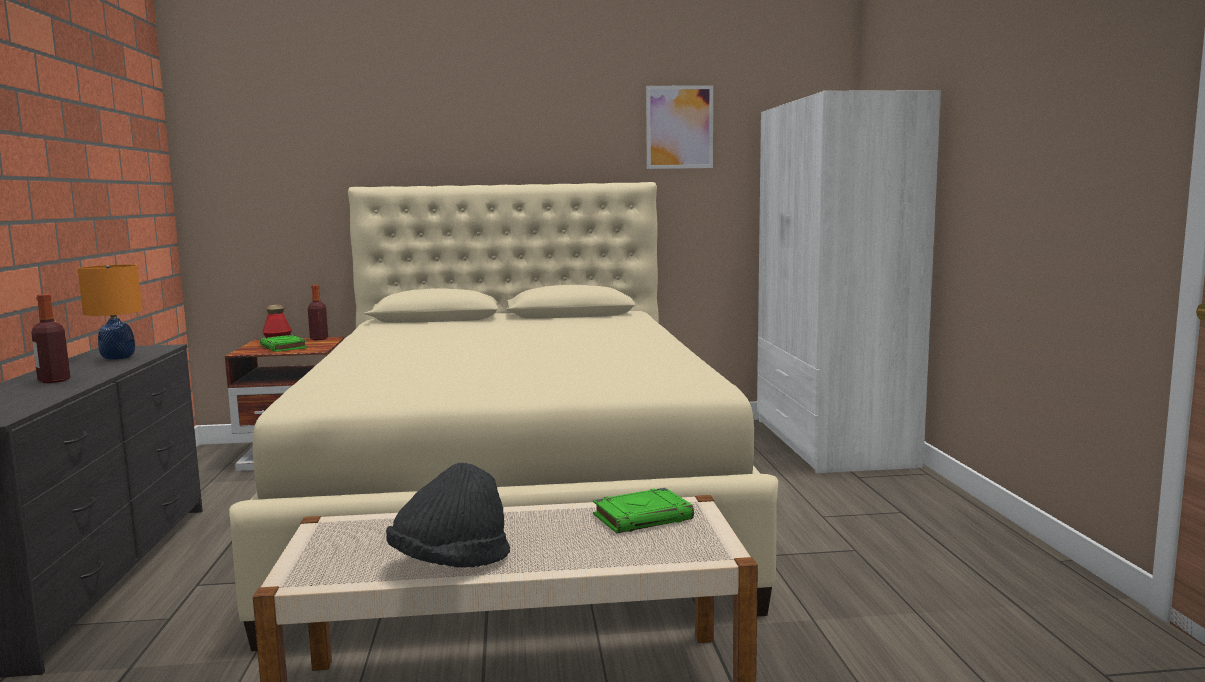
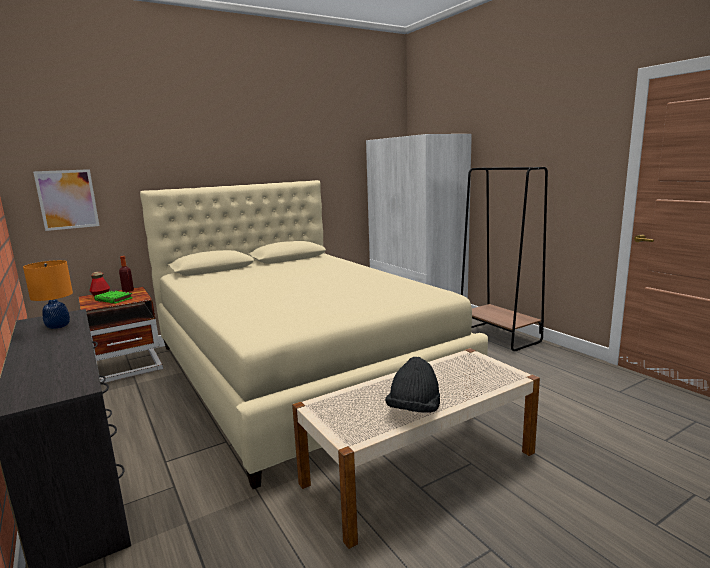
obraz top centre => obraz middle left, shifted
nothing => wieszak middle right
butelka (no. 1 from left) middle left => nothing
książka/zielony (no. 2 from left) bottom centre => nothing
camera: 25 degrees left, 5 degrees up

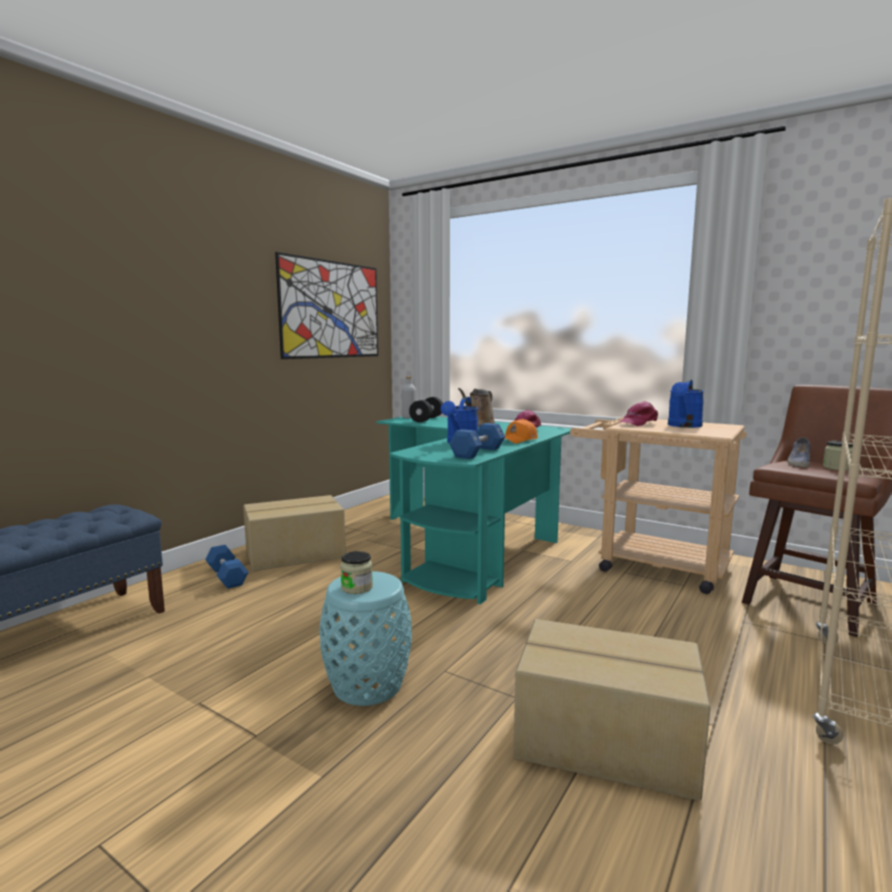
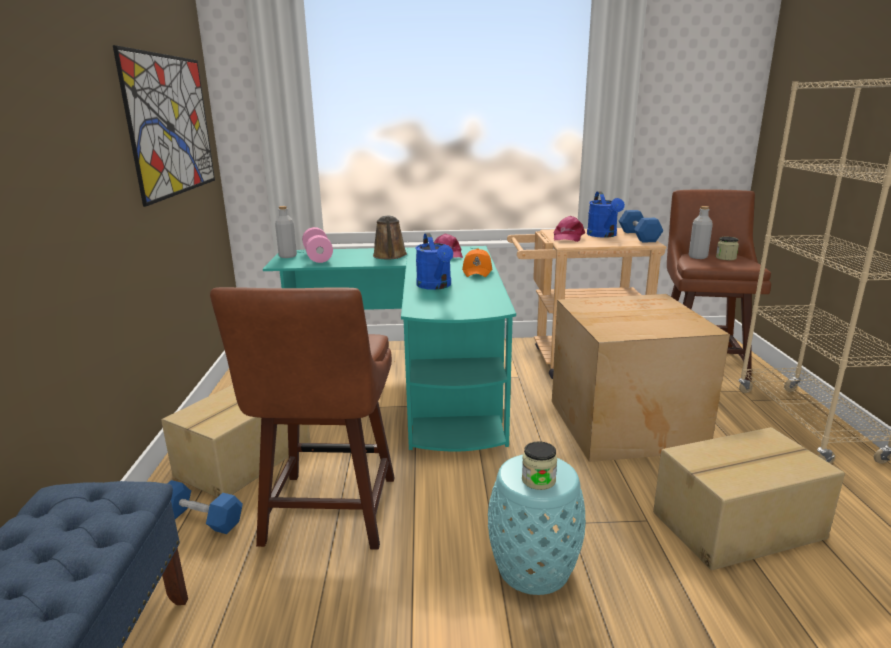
nothing => stołek/brązowy (no. 1 from left) centre
hantel/czarny centre => hantel/różowy centre
nothing => karton (no. 2 from left) middle right
hantel/niebieski (no. 2 from left) centre => hantel/niebieski (no. 2 from left) middle right, shifted
but middle right => butelka/szary (no. 2 from left) middle right
camera: 35 degrees left, 10 degrees up

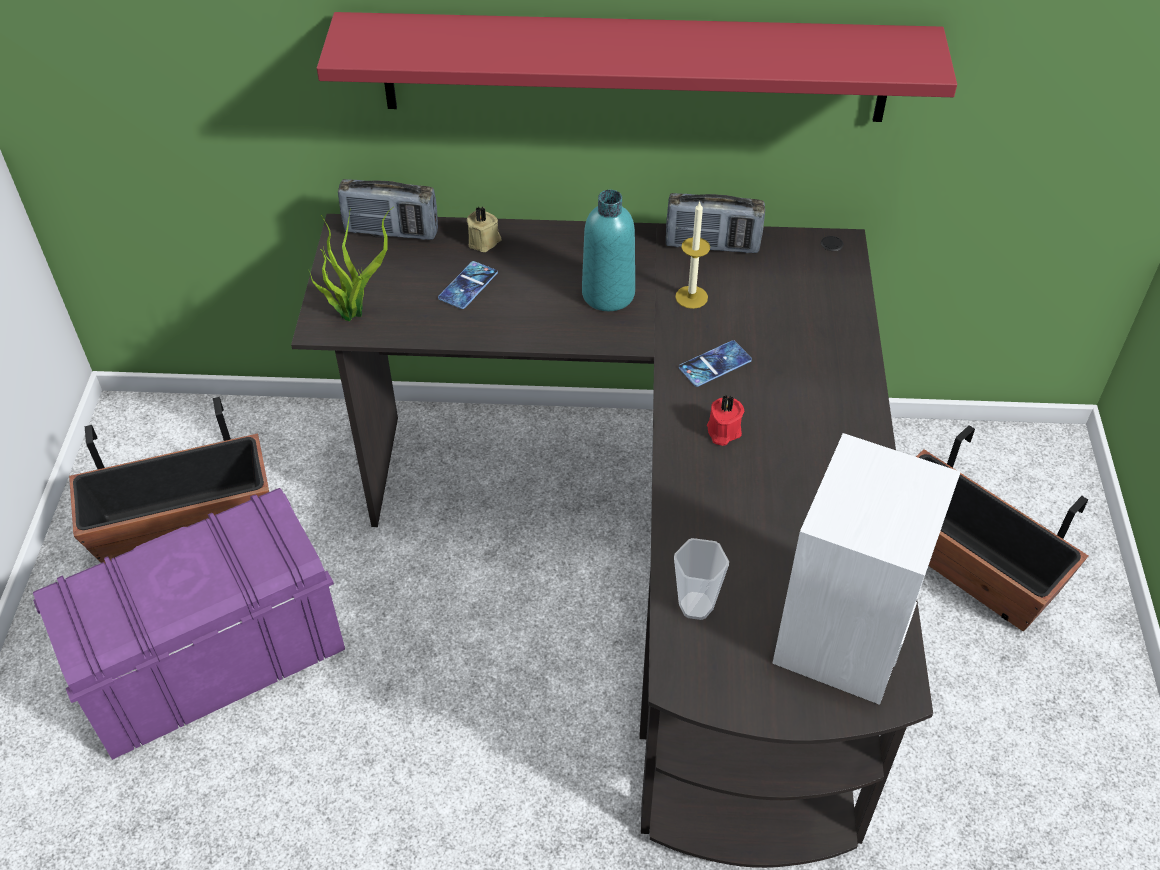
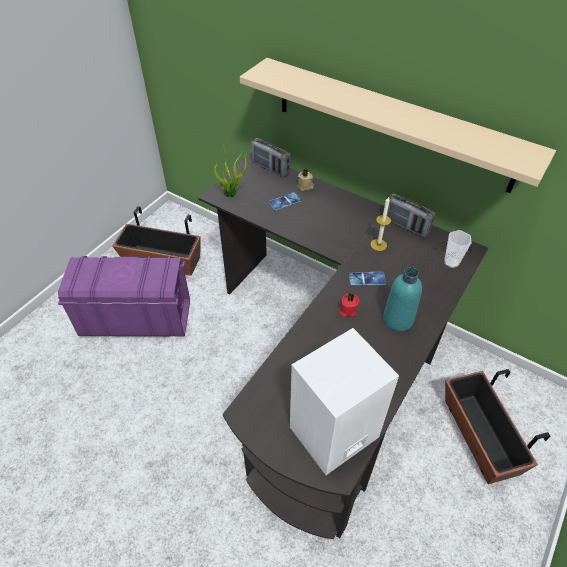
półka/czerwony top centre => półka/beżowy top right
butelka/turkusowy top centre => butelka/turkusowy middle right, shifted
filiżanka centre => filiżanka middle right, shifted
camera: 30 degrees right, 0 degrees up

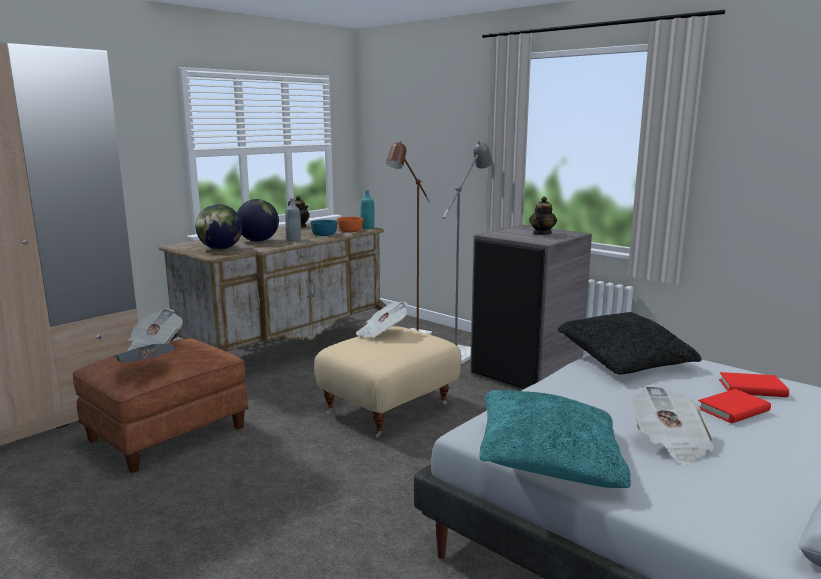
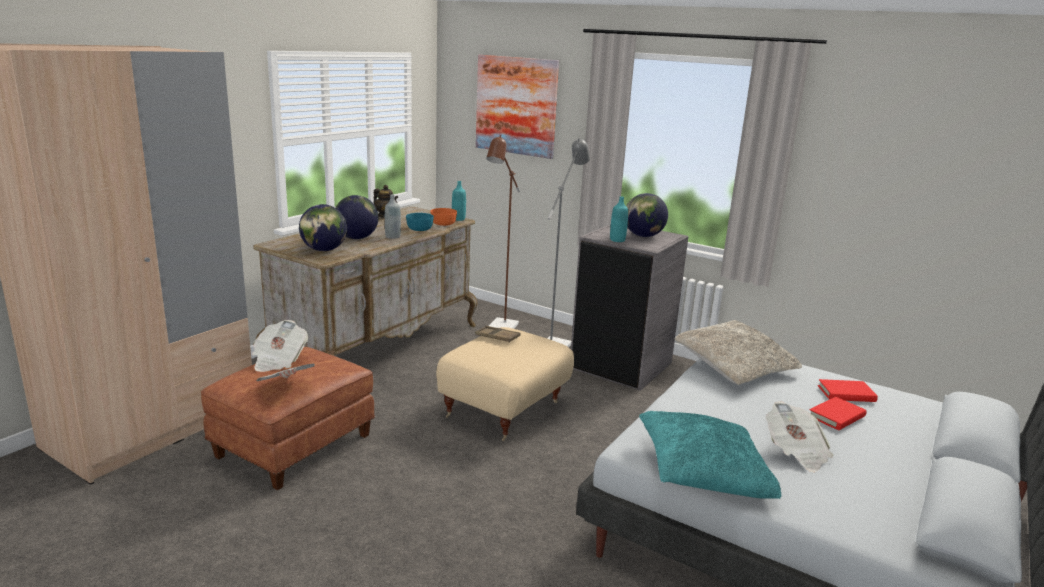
gazeta (no. 3 from left) centre => taca/brązowy centre
nothing => obraz top centre
nothing => butelka/turkusowy (no. 2 from left) centre
imbryk (no. 2 from left) centre => globus (no. 3 from left) centre
poduszka/czarny middle right => poduszka/beżowy middle right
camera: 10 degrees left, 5 degrees up

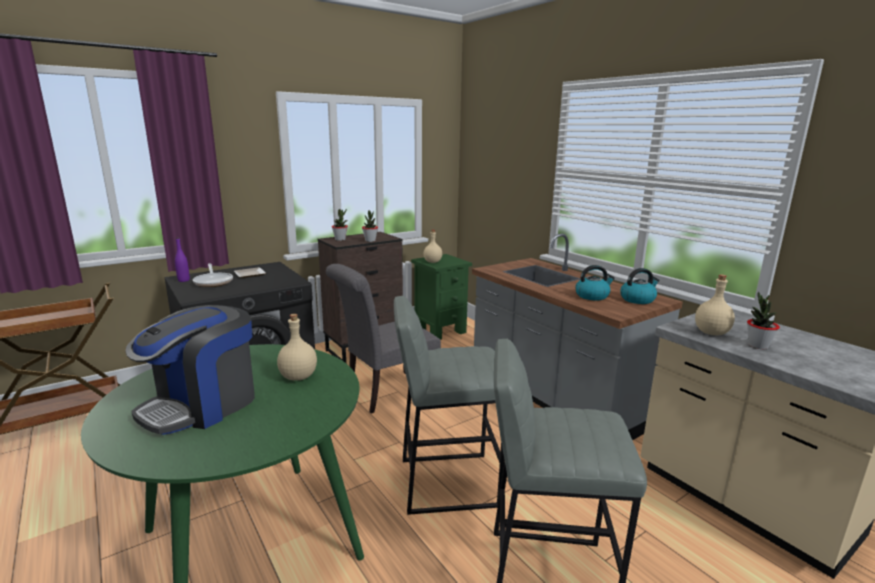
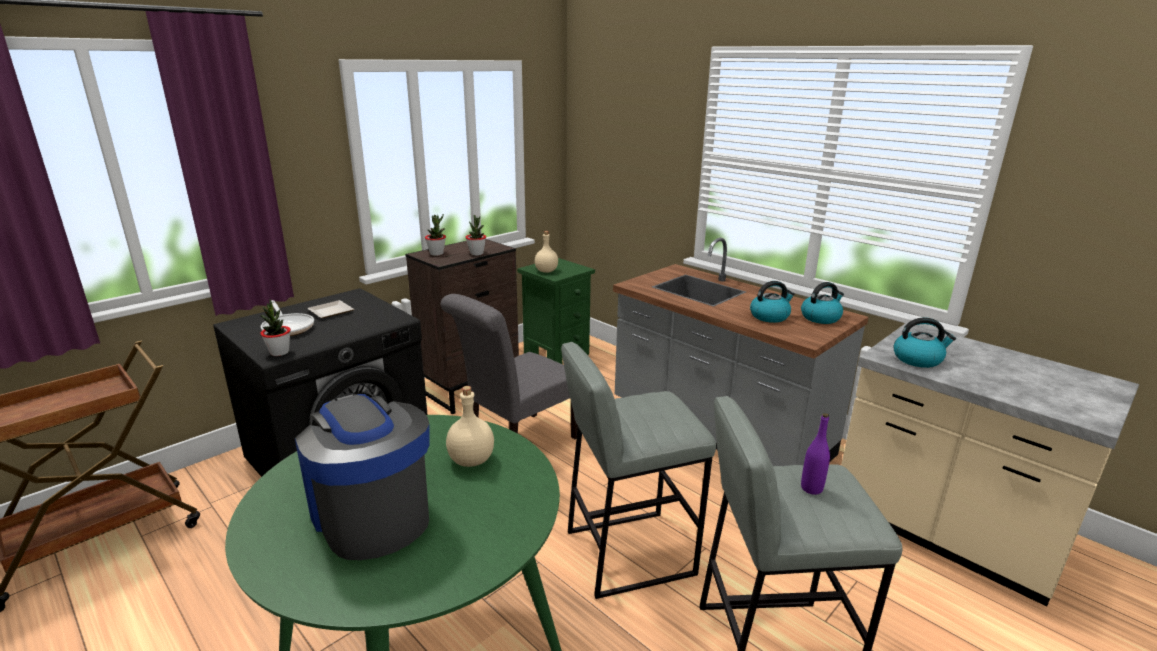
roślina doniczkowa (no. 3 from left in the first image) middle right => roślina doniczkowa (no. 1 from left) middle left, shifted
ekspres do kawy middle left => ekspres do kawy bottom left, 120 degrees clockwise
butelka/fioletowy middle left => butelka/fioletowy bottom right, shifted
butelka/beżowy (no. 3 from left) middle right => czajnik (no. 3 from left) middle right
camera: 10 degrees left, 5 degrees up

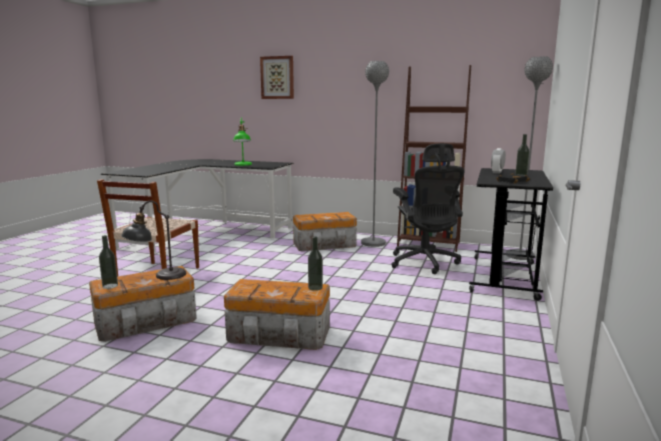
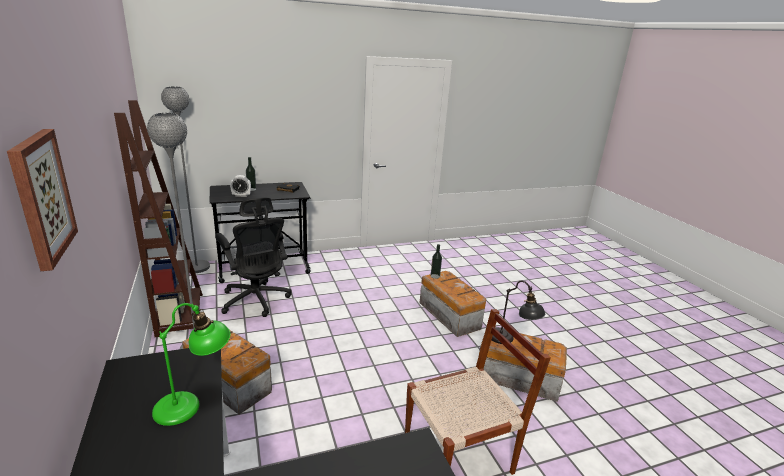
krzesło biurowe centre => krzesło biurowe middle left, 105 degrees clockwise
butelka (no. 1 from left) middle left => nothing
camera: 130 degrees left, 10 degrees up

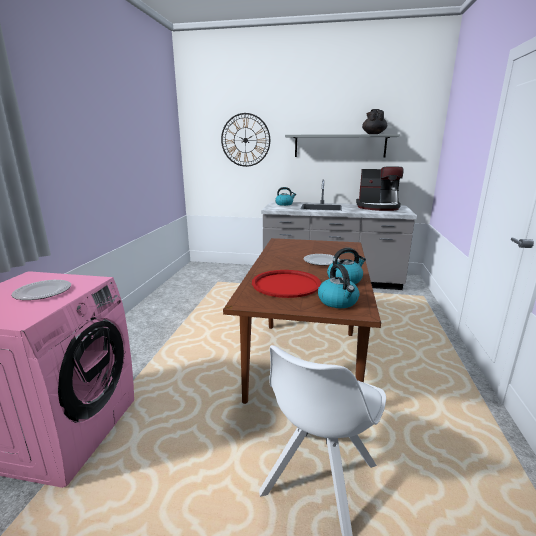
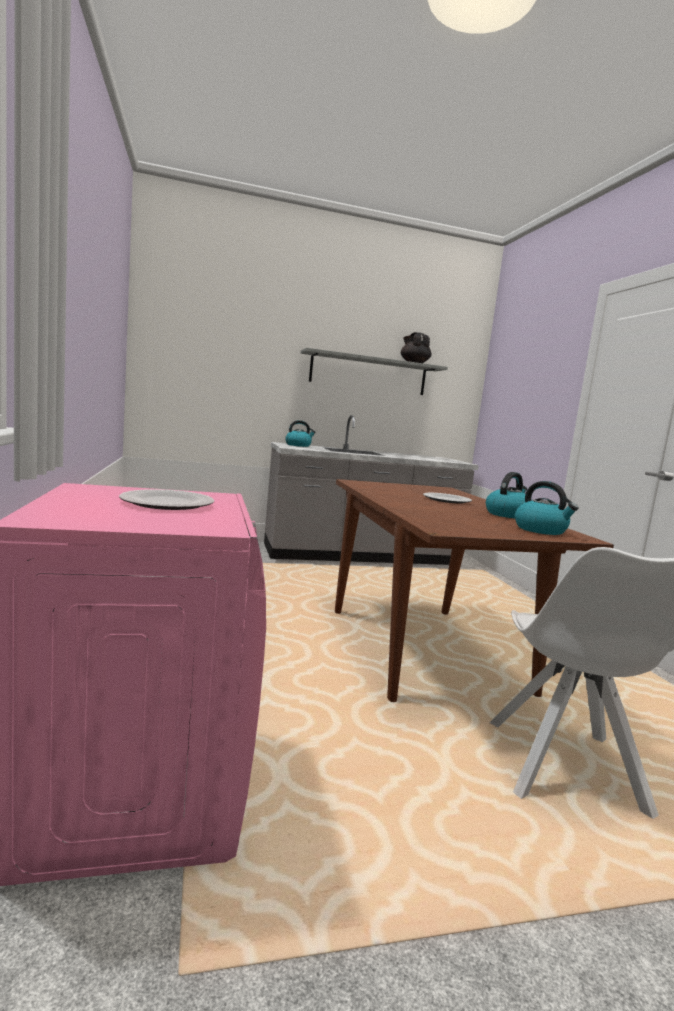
zegar ścienny top centre => nothing
taca/czerwony centre => nothing
ekspres do kawy middle right => nothing
camera: 25 degrees left, 10 degrees down

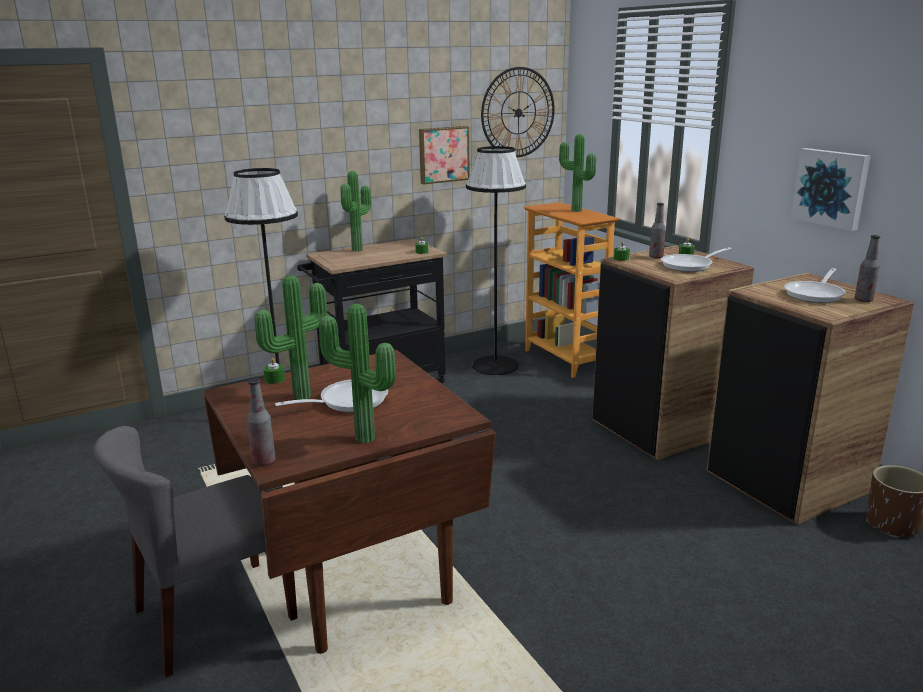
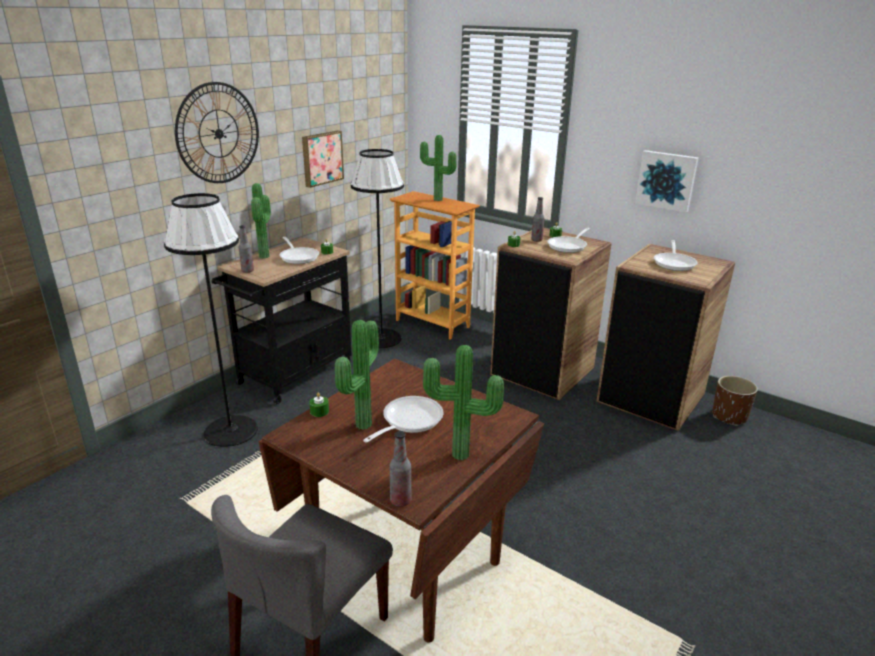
zegar ścienny top centre => zegar ścienny top left, shifted
butelka (no. 3 from left in the first image) middle right => butelka (no. 1 from left) middle left, shifted
nothing => patelnia (no. 1 from left) centre
camera: 25 degrees left, 5 degrees up

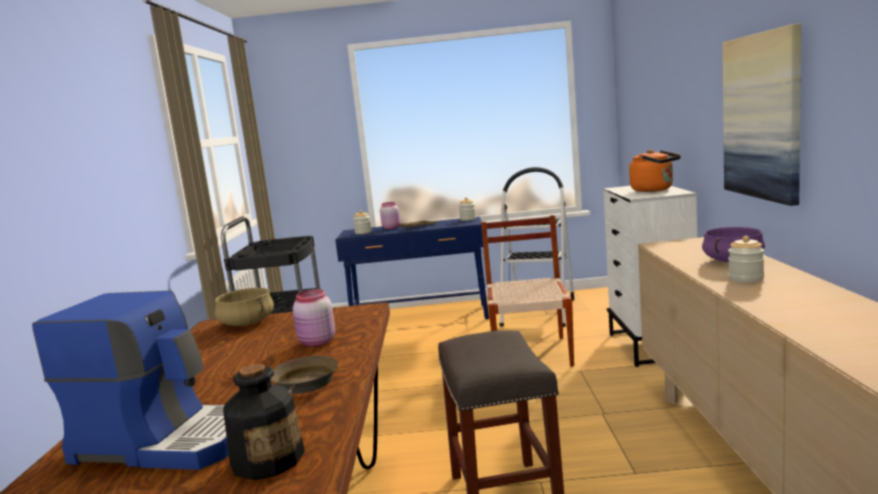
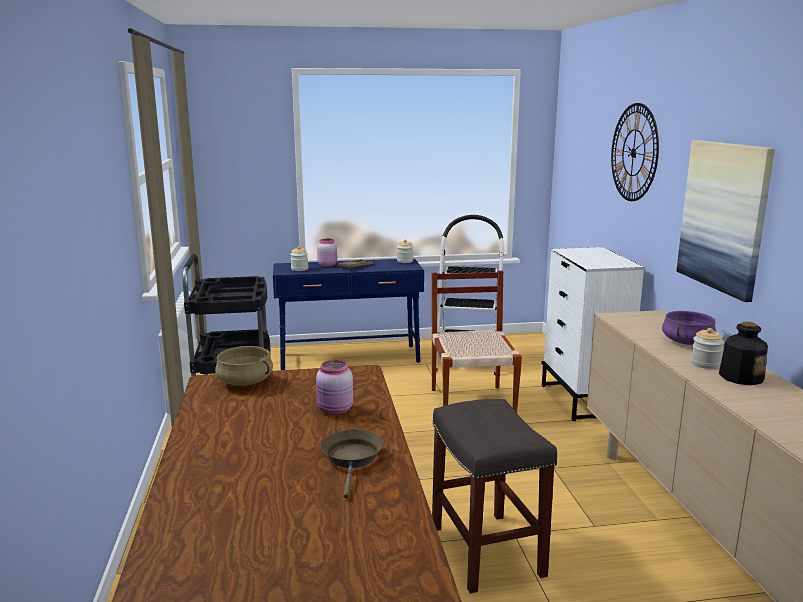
nothing => zegar ścienny top right
butelka bottom left => butelka middle right, shifted
ekspres do kawy bottom left => nothing
czajnik/pomarańczowy middle right => nothing
camera: 10 degrees left, 5 degrees up

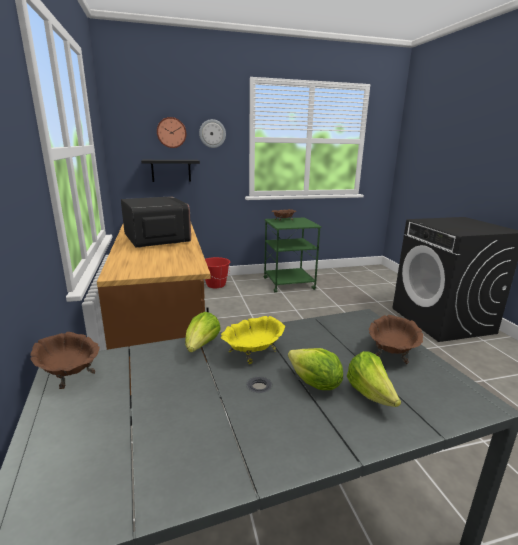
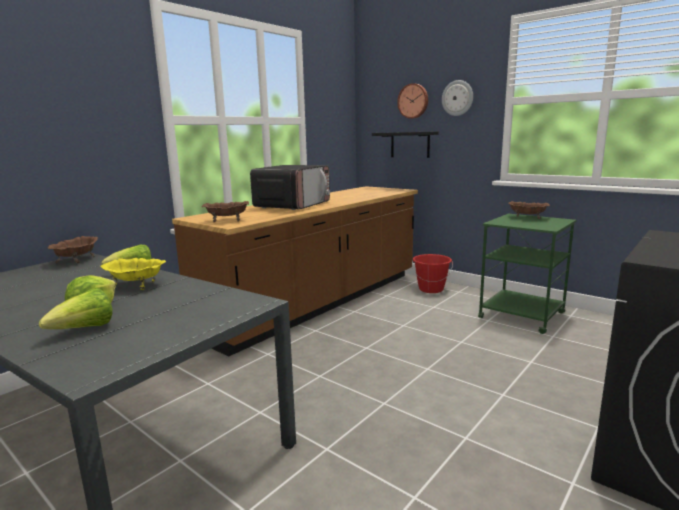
miska/brązowy (no. 3 from left in the first image) middle right => miska/brązowy (no. 2 from left) middle left, shifted
camera: 55 degrees right, 5 degrees down

